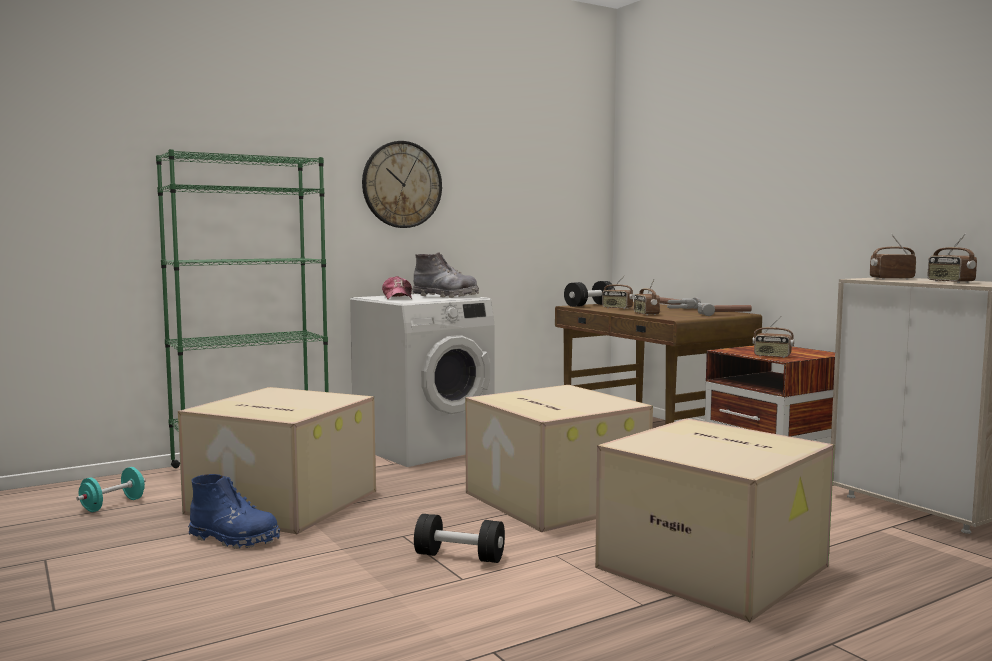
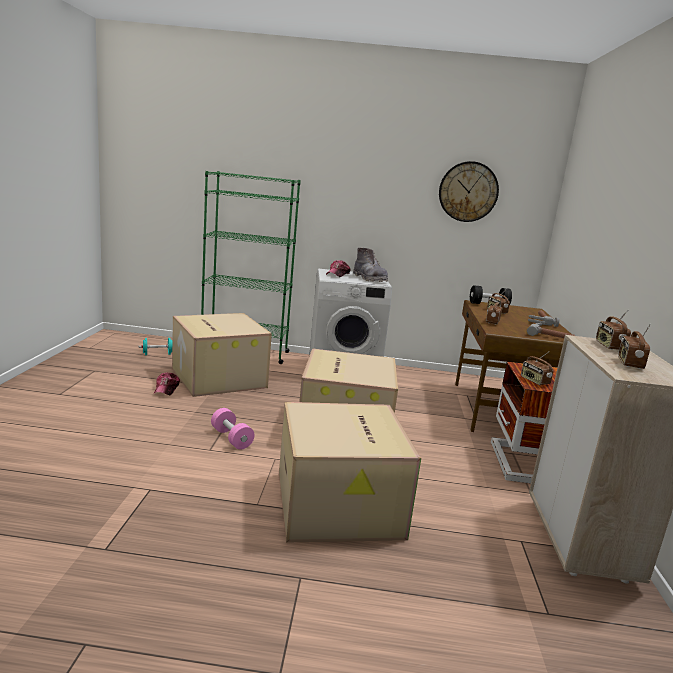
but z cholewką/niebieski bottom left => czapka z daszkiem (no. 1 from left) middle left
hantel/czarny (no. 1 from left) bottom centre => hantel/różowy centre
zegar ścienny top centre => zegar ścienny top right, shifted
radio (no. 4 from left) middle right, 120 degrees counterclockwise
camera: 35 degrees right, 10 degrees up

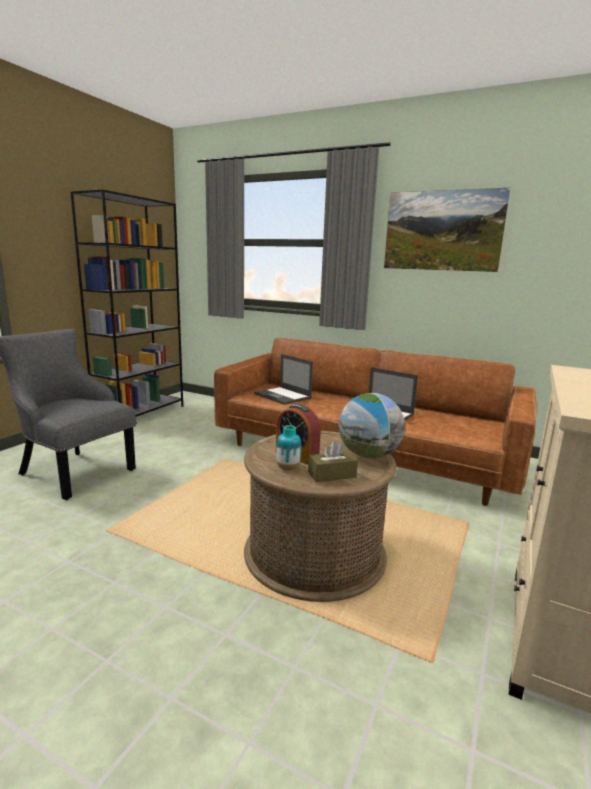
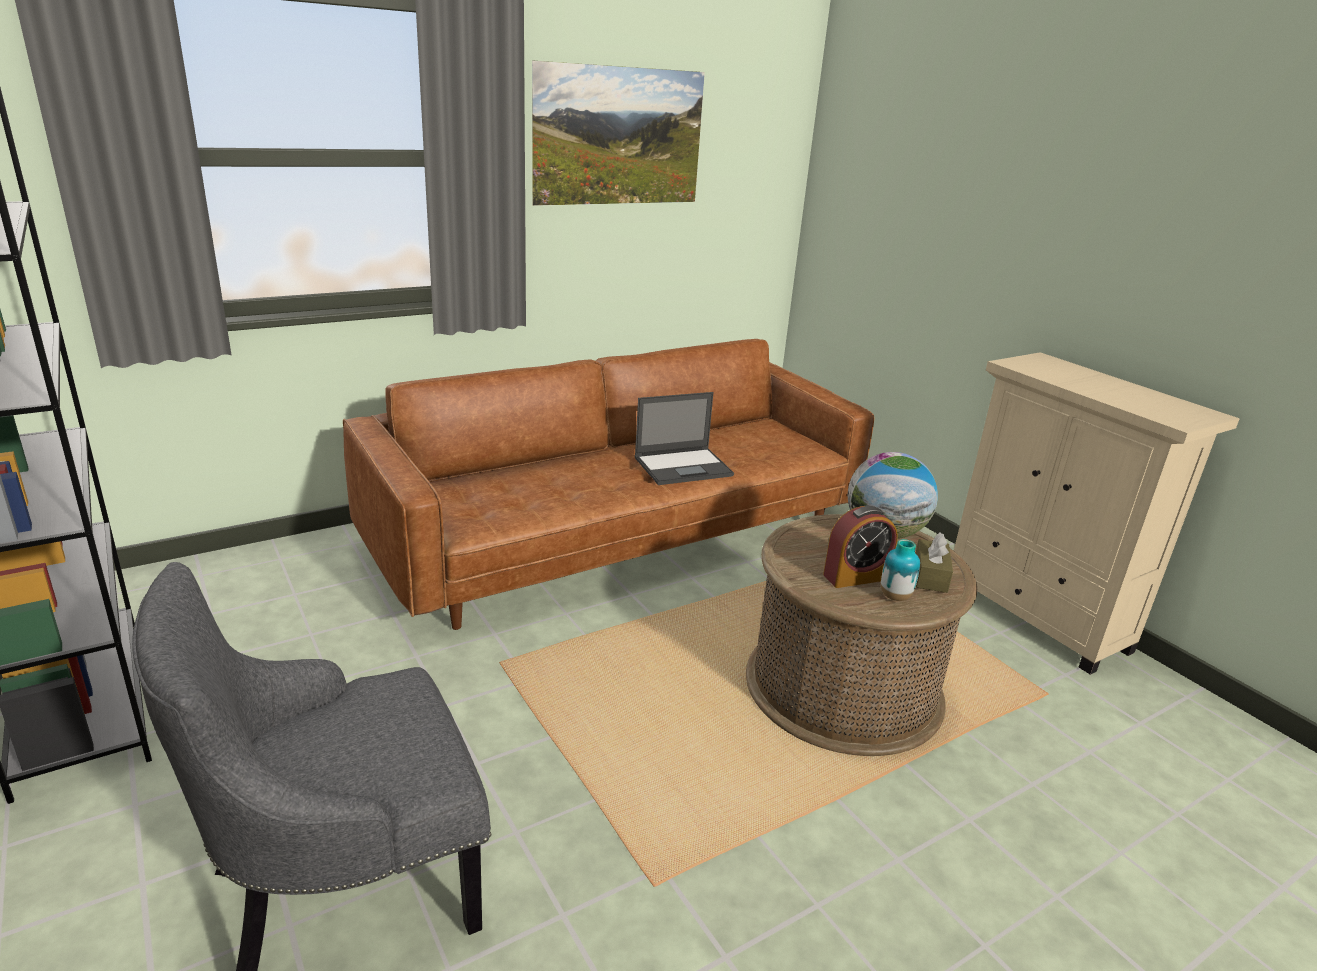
laptop (no. 1 from left) centre => nothing
camera: 60 degrees left, 10 degrees up

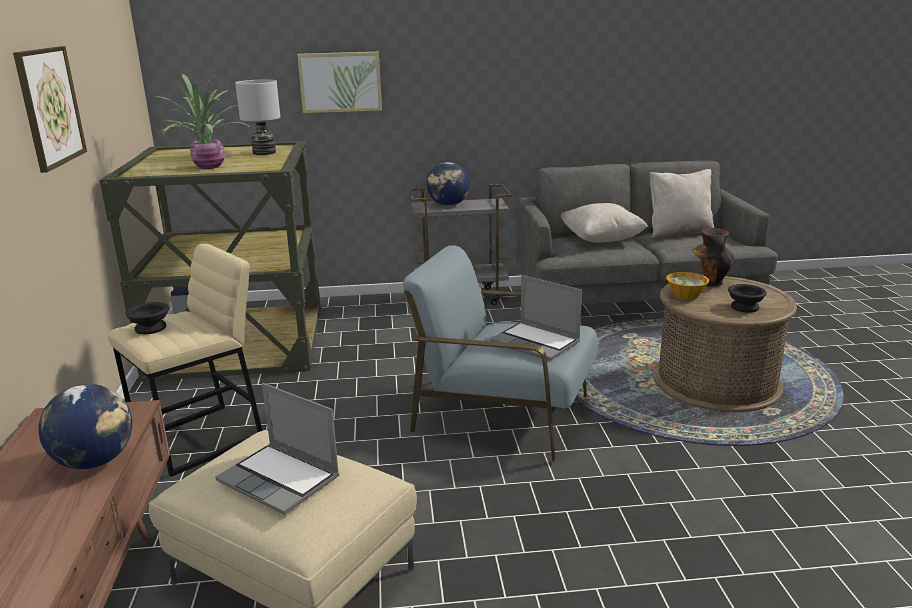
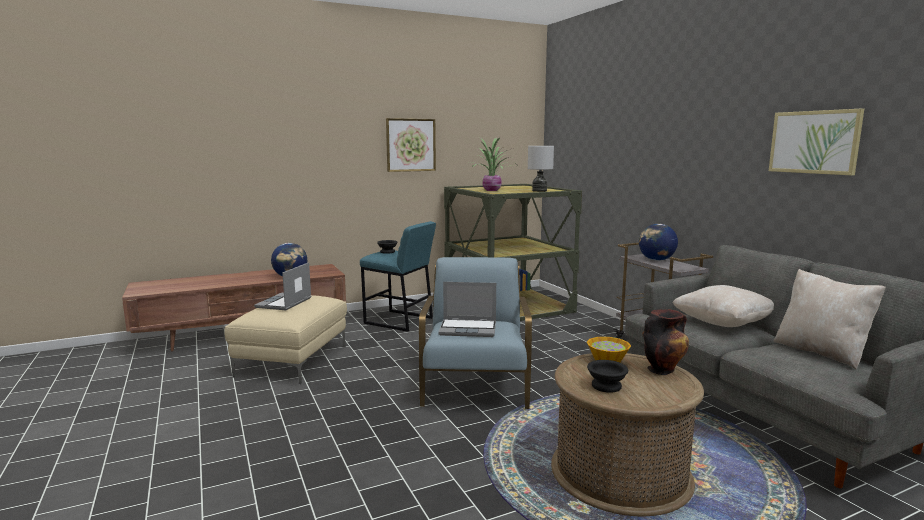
stołek/beżowy middle left => stołek/niebieski centre
laptop (no. 2 from left) centre, 105 degrees counterclockwise
obraz (no. 2 from left) top centre => obraz (no. 2 from left) top right, shifted
camera: 70 degrees right, 10 degrees down

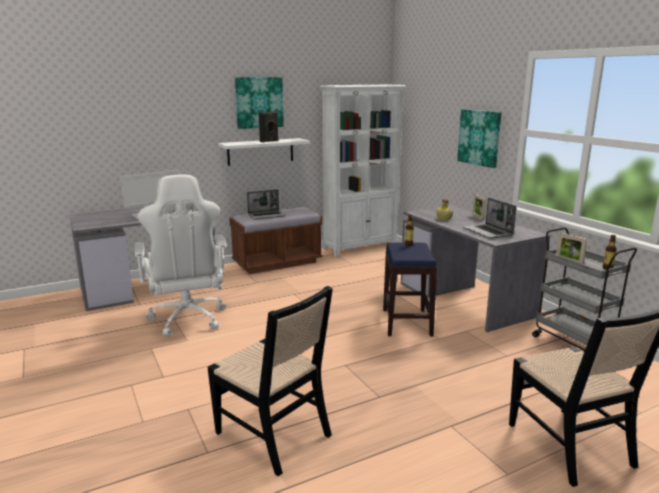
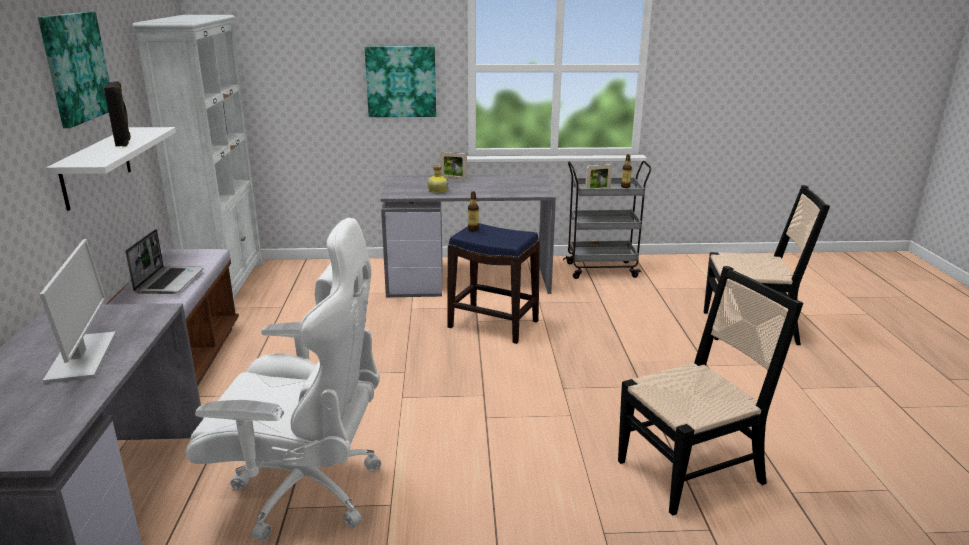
laptop (no. 2 from left) middle right => nothing
camera: 65 degrees left, 5 degrees up

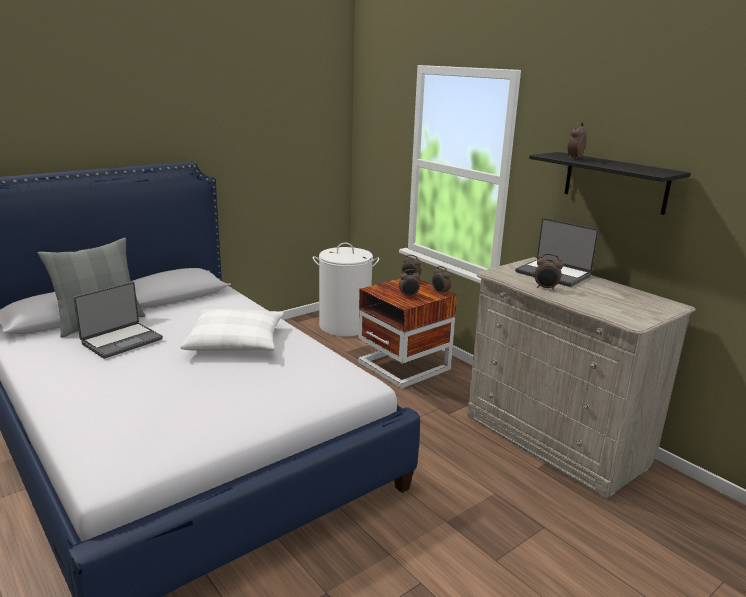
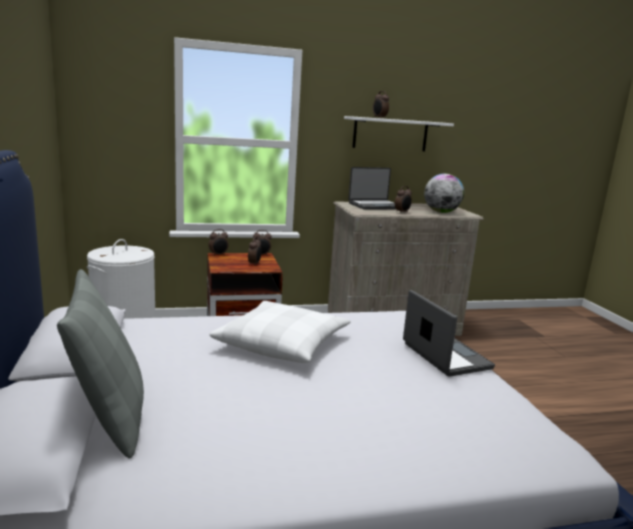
półka/czarny top right => półka/biały top centre
laptop (no. 1 from left in the first image) middle left => laptop (no. 2 from left) middle right, shifted
nothing => globus middle right
camera: 65 degrees left, 5 degrees down

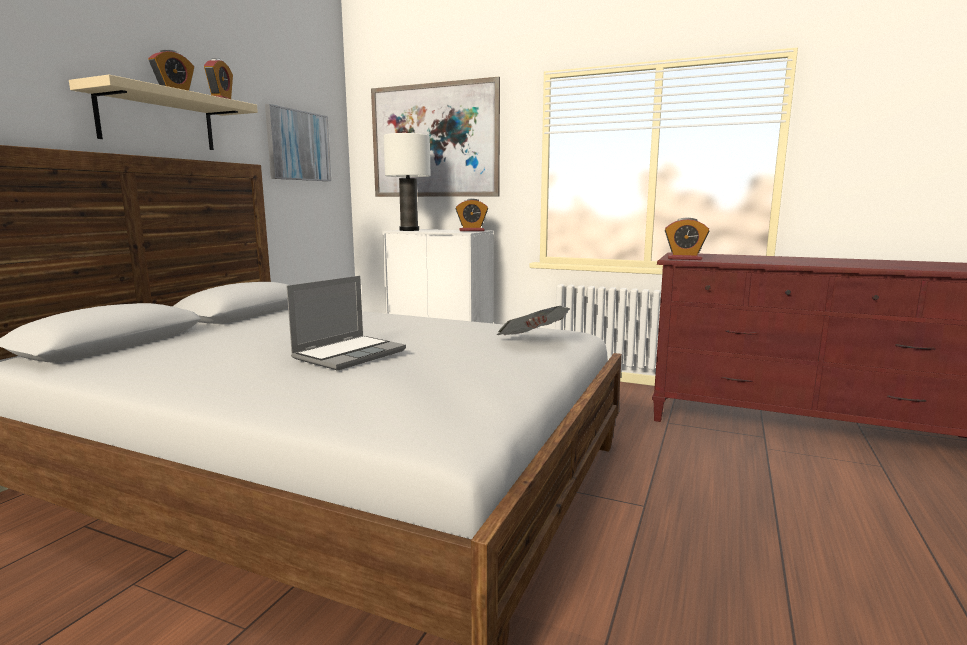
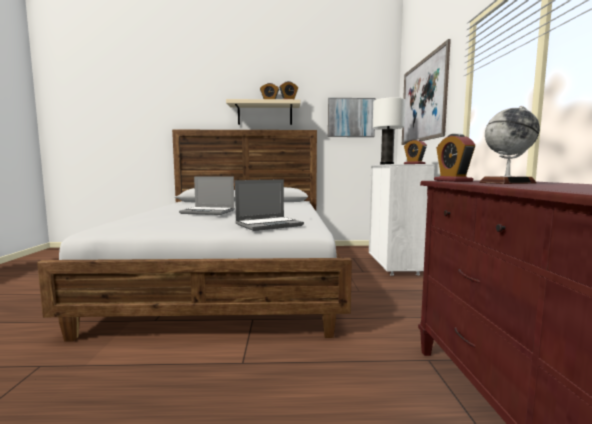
gazeta centre => laptop (no. 2 from left) centre
nothing => globus middle right
camera: 65 degrees right, 5 degrees down

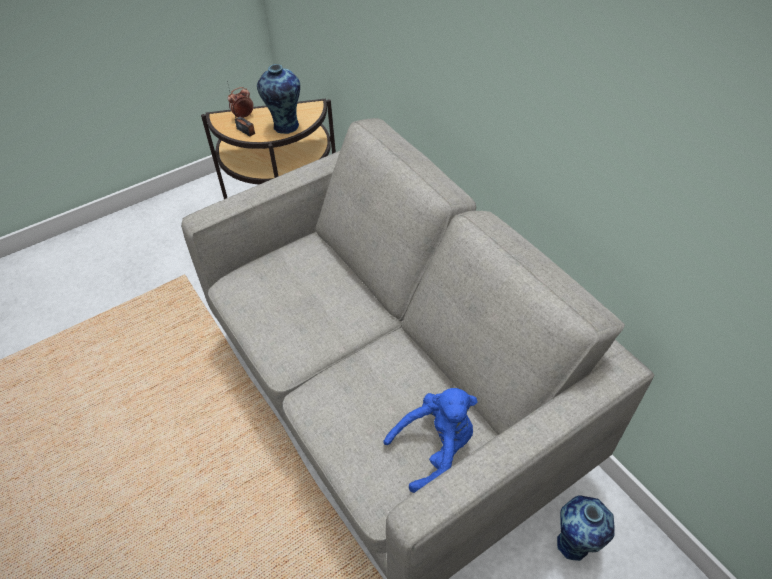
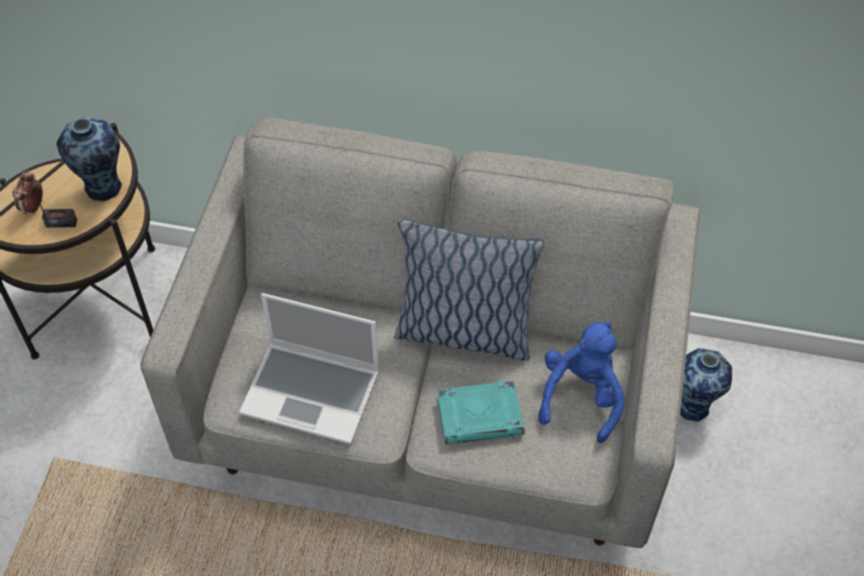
nothing => laptop centre
nothing => poduszka centre
nothing => książka/turkusowy bottom centre
camera: 45 degrees left, 5 degrees up

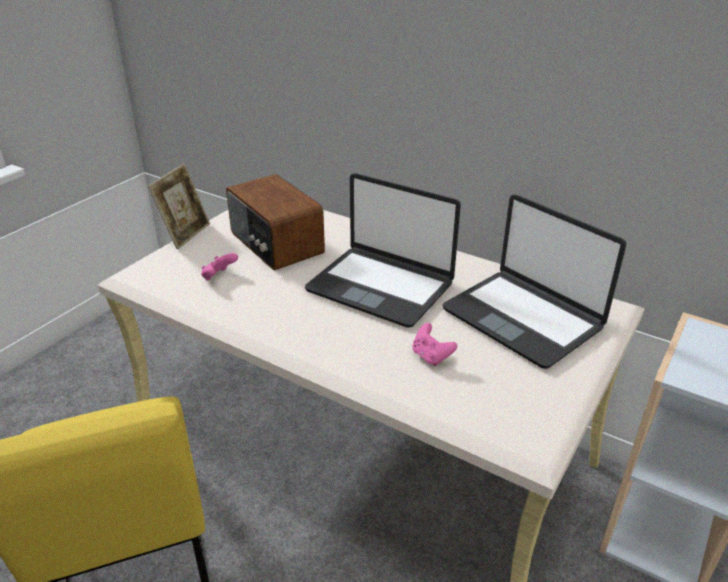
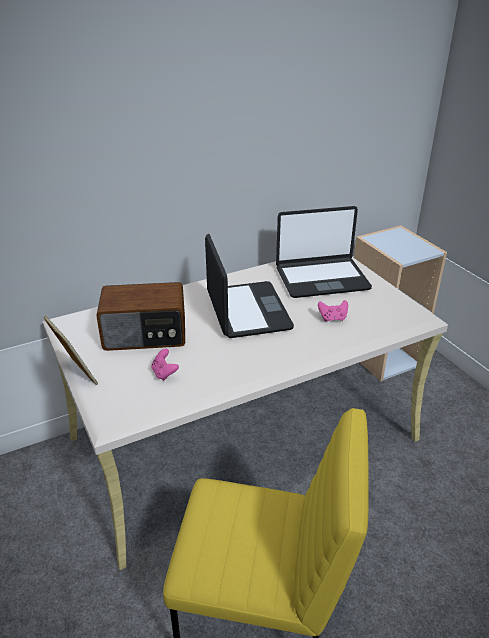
laptop (no. 1 from left) centre, 75 degrees counterclockwise
camera: 60 degrees left, 0 degrees up

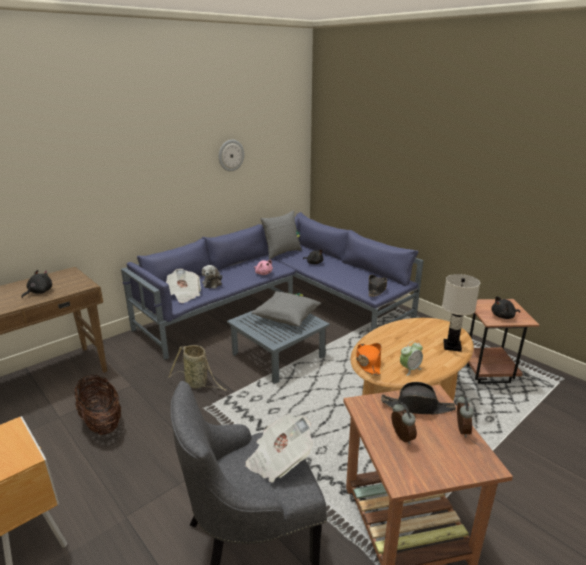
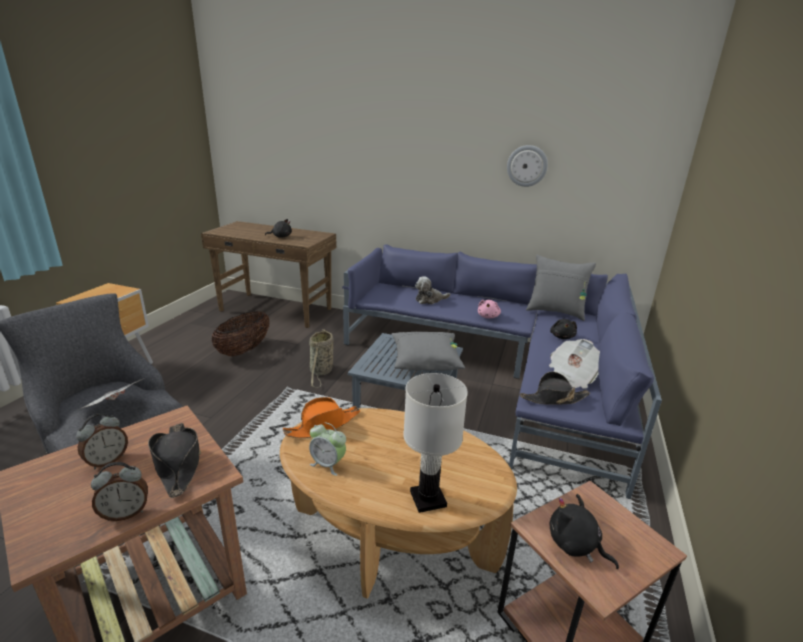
gazeta (no. 1 from left in the first image) middle left => gazeta (no. 2 from left) middle right, shifted
camera: 60 degrees right, 0 degrees up

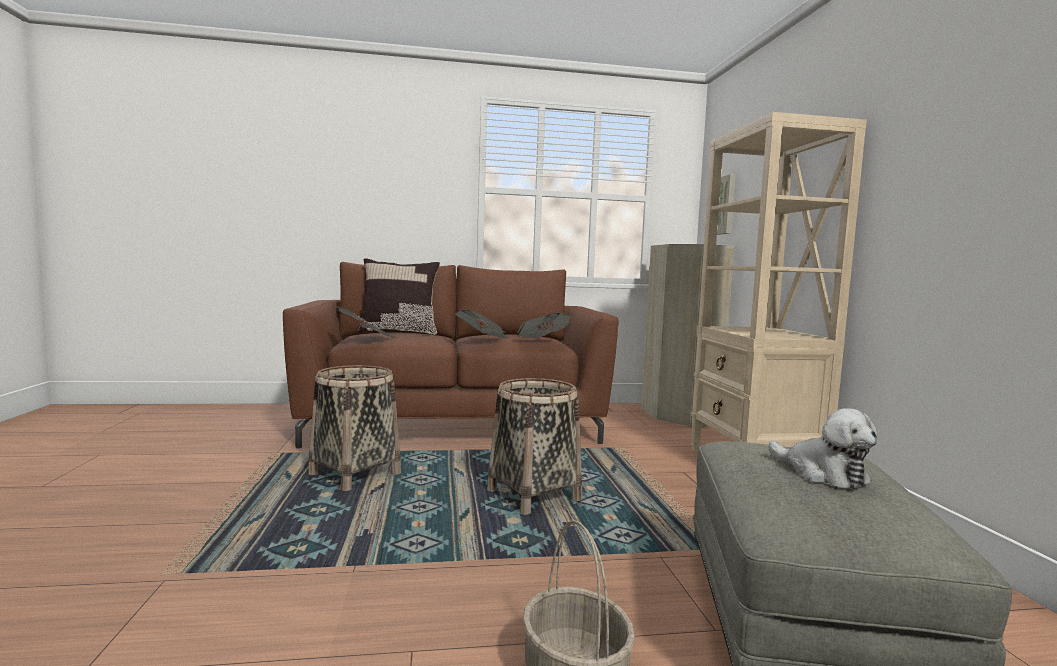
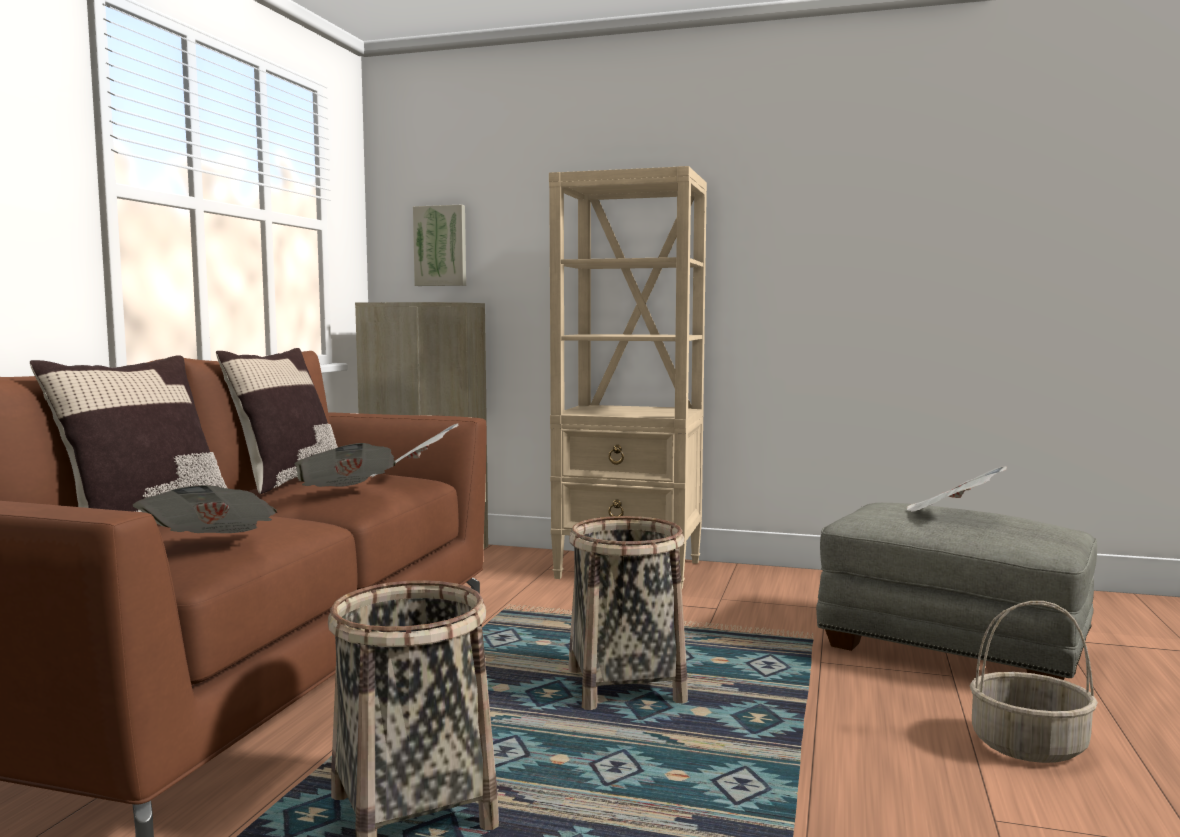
nothing => poduszka (no. 2 from left) middle left
pluszak bottom right => gazeta (no. 4 from left) middle right
camera: 65 degrees left, 0 degrees up

